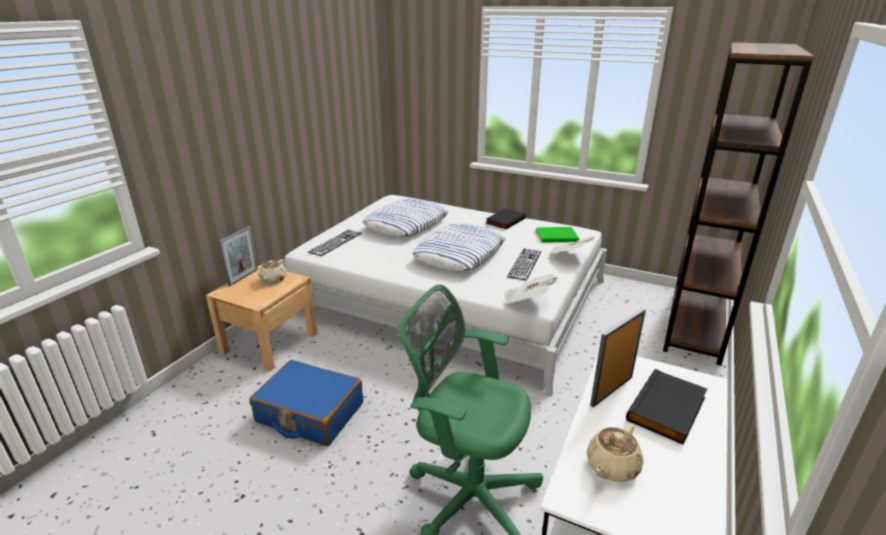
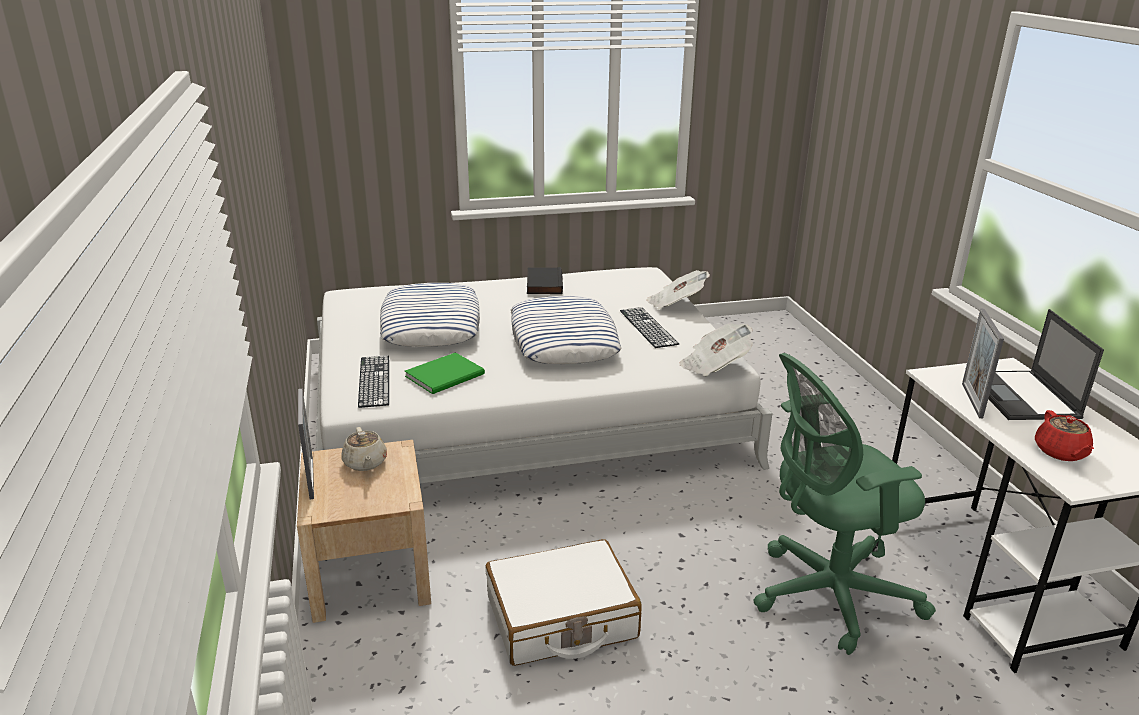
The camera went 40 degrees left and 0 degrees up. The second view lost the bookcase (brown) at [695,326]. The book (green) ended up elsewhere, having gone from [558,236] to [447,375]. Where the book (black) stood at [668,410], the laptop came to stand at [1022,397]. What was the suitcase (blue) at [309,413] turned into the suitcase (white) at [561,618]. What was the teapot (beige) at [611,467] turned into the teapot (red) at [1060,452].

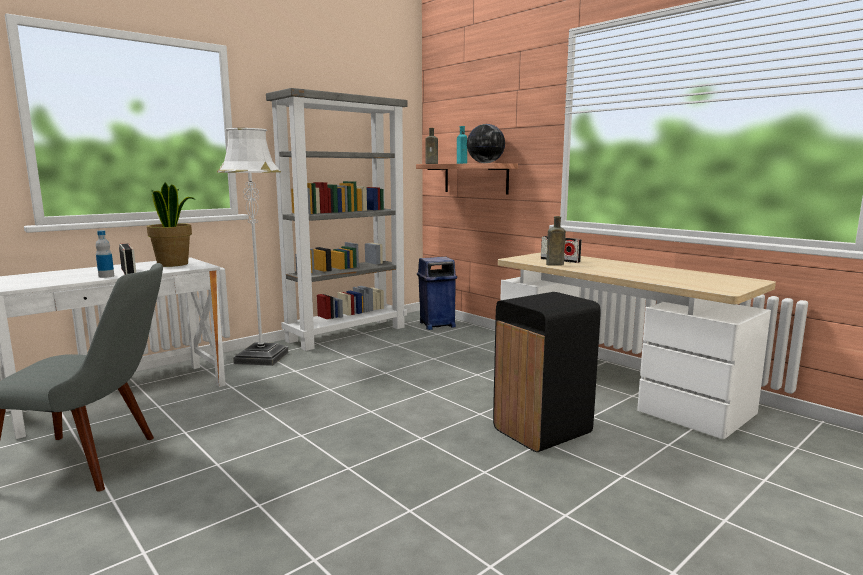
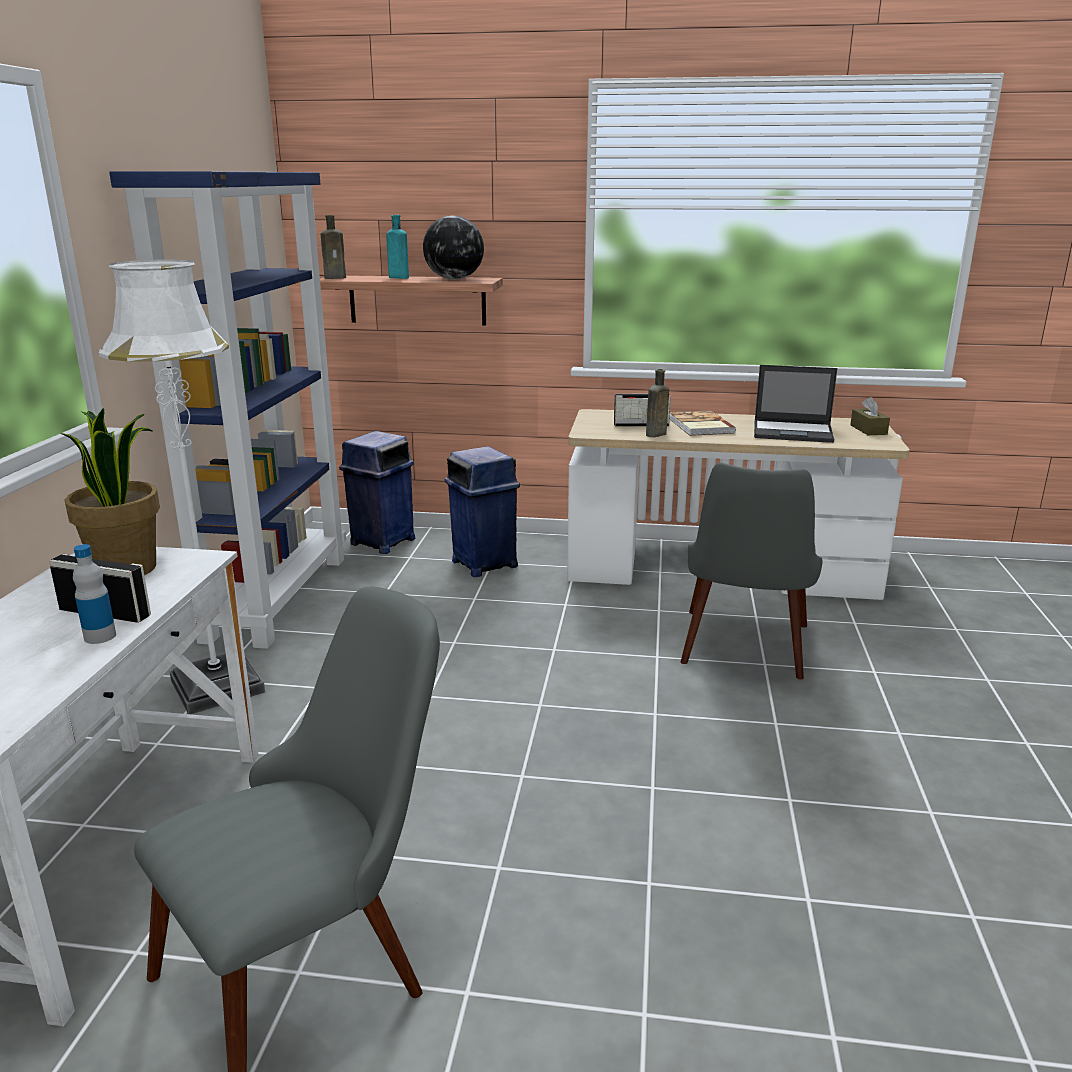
The camera went 40 degrees left and 10 degrees up. The second view gained the trash can (blue) at [484,563]. The second view gained the book at [699,426]. The second view gained the laptop at [793,432]. The second view gained the tissue box (brown) at [868,430]. Where the trash can (black) stood at [540,431], the chair (grey) came to stand at [743,653]. What was the bookcase (grey) at [347,333] turned into the bookcase (blue) at [276,596].

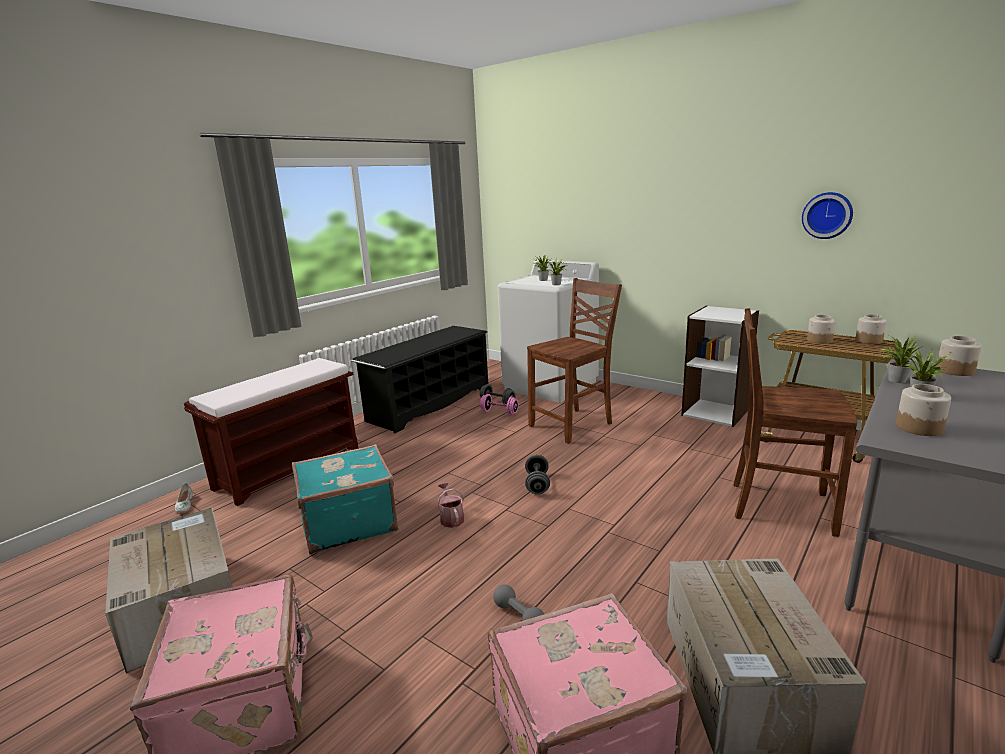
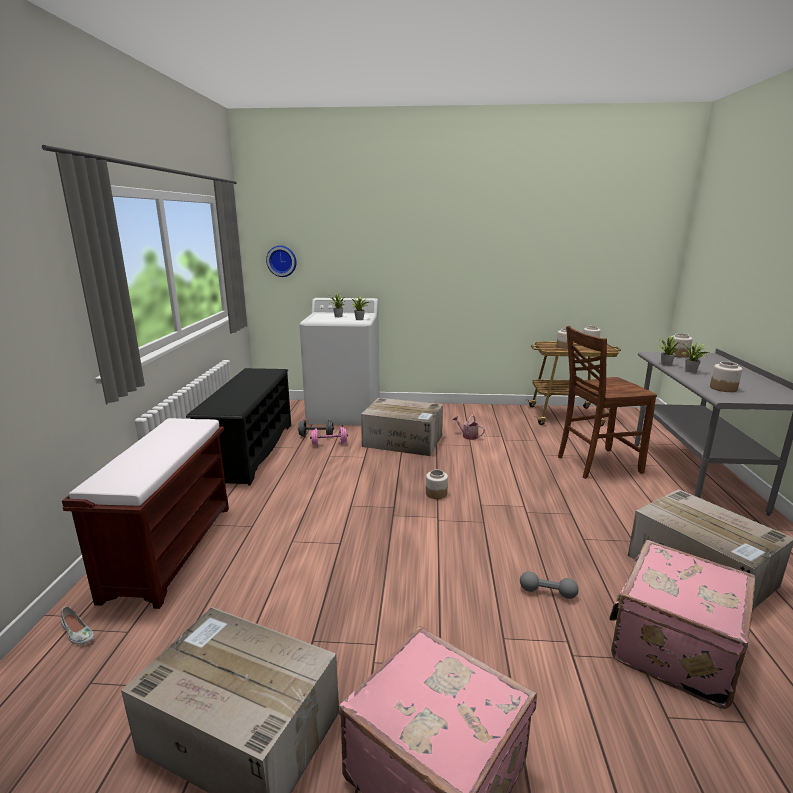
The camera went 35 degrees left and 0 degrees up. The second view lost the suitcase (turquoise) at [347,522]. The second view lost the bookcase (white) at [715,412]. The watering can ended up elsewhere, having gone from [451,518] to [468,436]. The wall clock ended up elsewhere, having gone from [827,215] to [282,261]. Where the dumbbell (grey) stood at [537,484], the jar came to stand at [436,493]. Where the chair (brown) stood at [573,425], the cardboard box came to stand at [404,441].

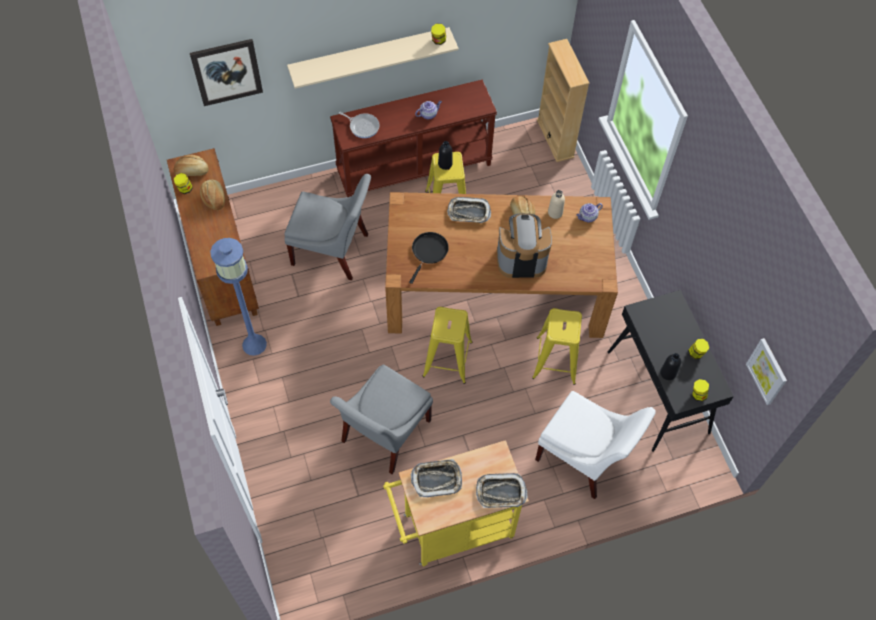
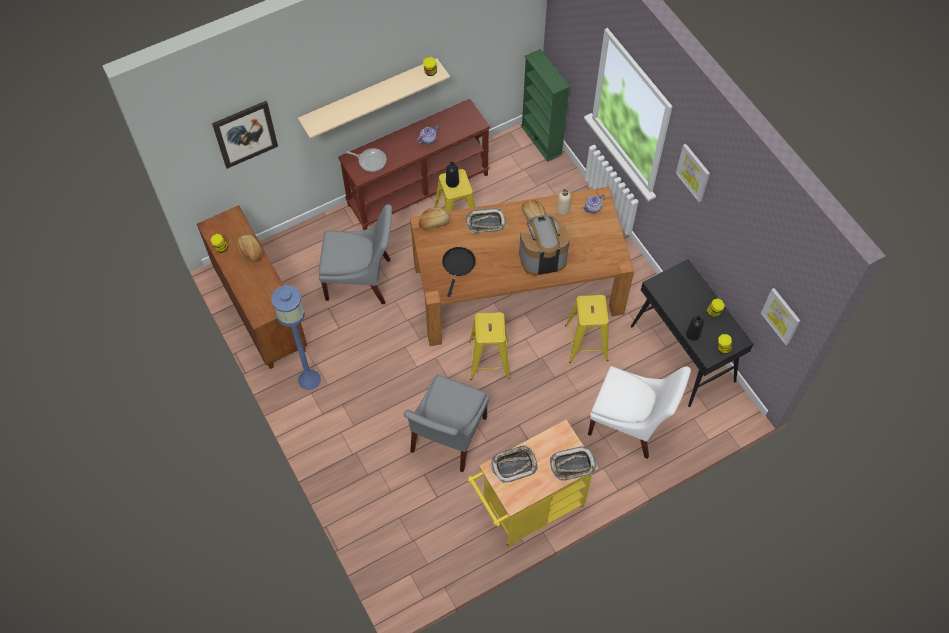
The camera went 10 degrees left and 0 degrees up. The second view gained the picture at [693,172]. The bread ended up elsewhere, having gone from [192,171] to [434,223]. What was the bookcase (beige) at [555,138] turned into the bookcase (green) at [541,140].

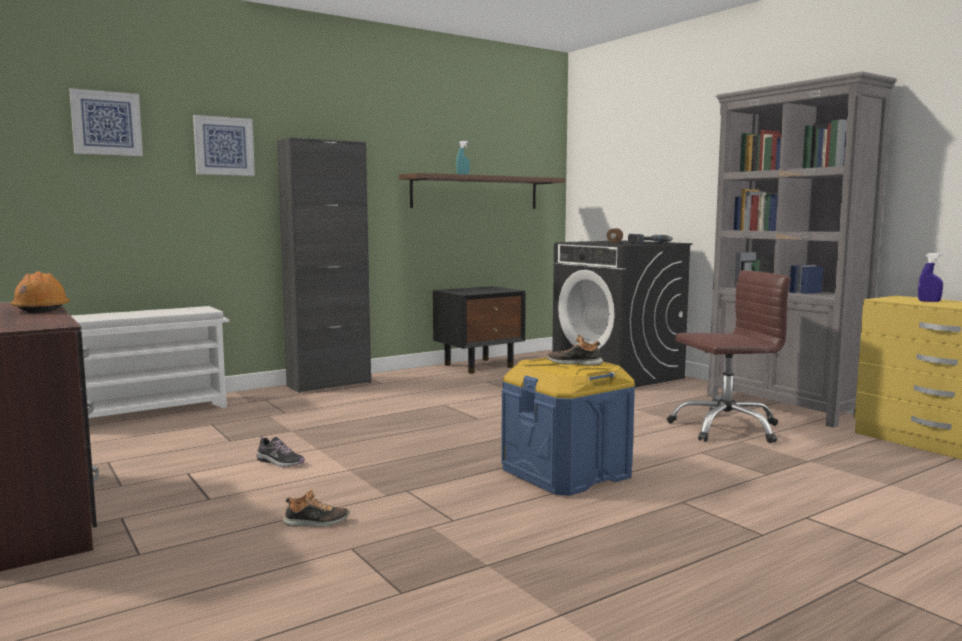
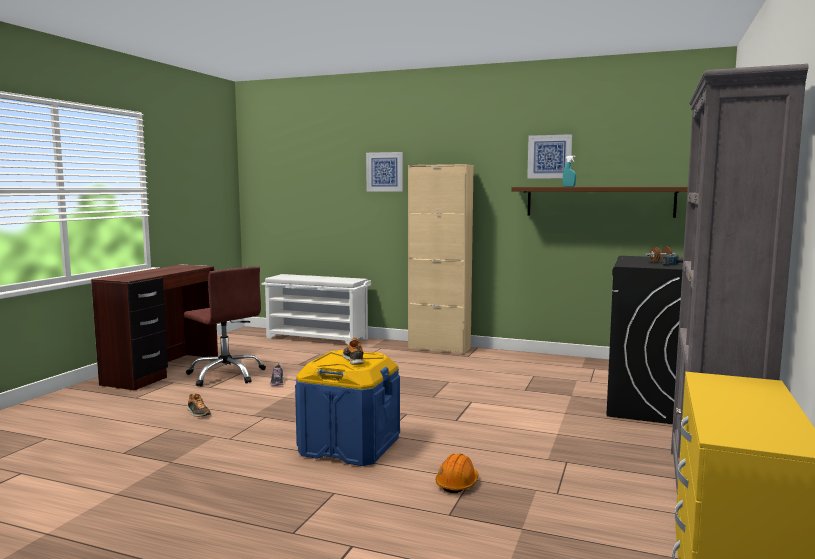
The camera went 55 degrees right and 0 degrees up. The second view lost the nightstand (black) at [479,366]. The second view lost the spray bottle (blue) at [929,301]. The hard hat (orange) ended up elsewhere, having gone from [41,310] to [457,483]. The picture ended up elsewhere, having gone from [106,123] to [549,156]. The office chair (brown) ended up elsewhere, having gone from [725,428] to [226,375]. What was the cabinet (black) at [329,384] turned into the cabinet (beige) at [439,348].

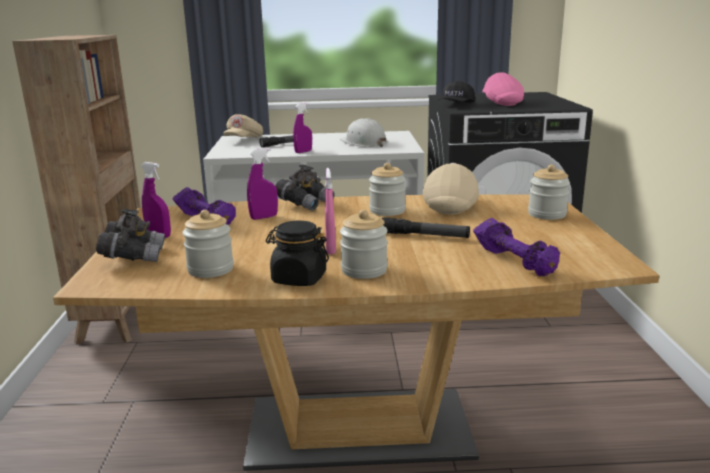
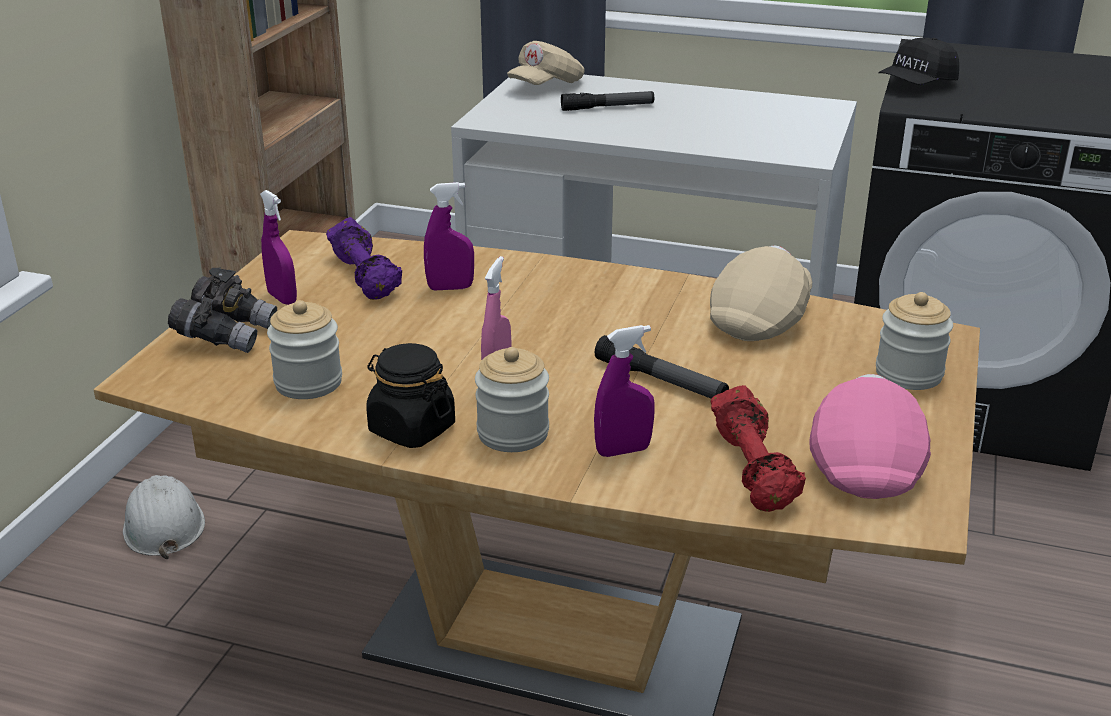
The camera went 20 degrees right and 10 degrees up. The second view lost the binoculars (grey) at [305,204]. The second view lost the jar at [387,211]. The spray bottle (purple) ended up elsewhere, having gone from [303,152] to [623,451]. The hard hat (white) ended up elsewhere, having gone from [364,142] to [163,525]. The cap (pink) ended up elsewhere, having gone from [501,102] to [865,463]. What was the dumbbell (purple) at [515,261] turned into the dumbbell (red) at [754,469].

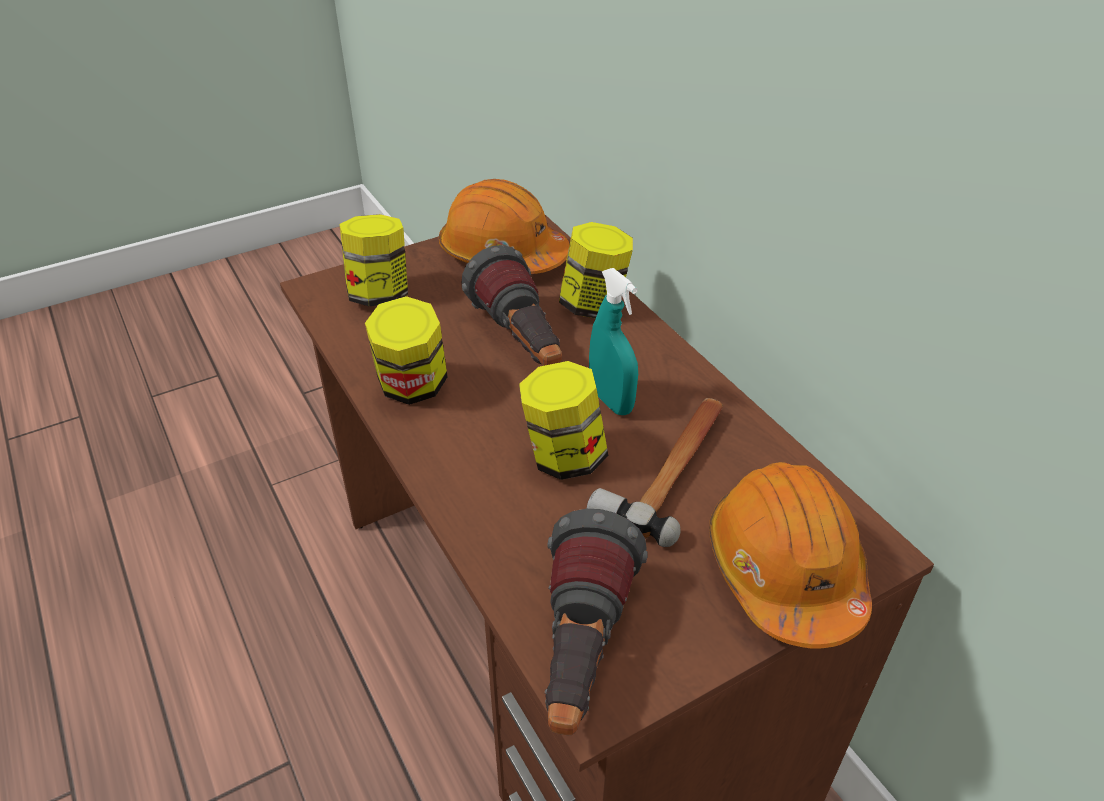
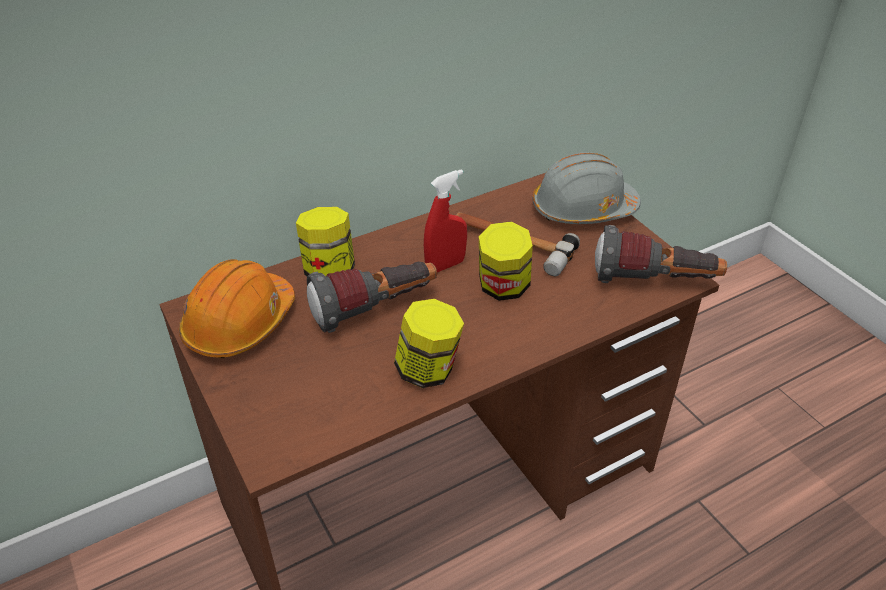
The camera went 90 degrees left and 0 degrees up. The second view lost the jar at [379,294]. What was the spray bottle (turquoise) at [611,401] turned into the spray bottle (red) at [445,265]. What was the hard hat (orange) at [784,570] turned into the hard hat (grey) at [583,209].

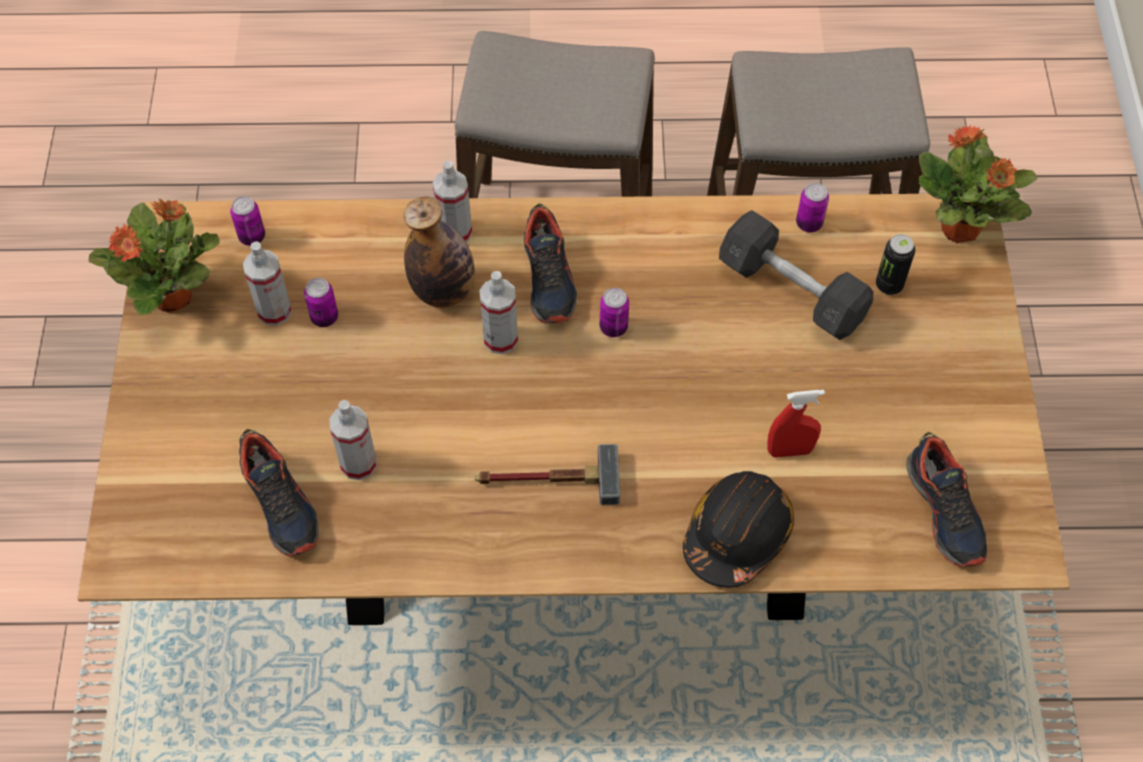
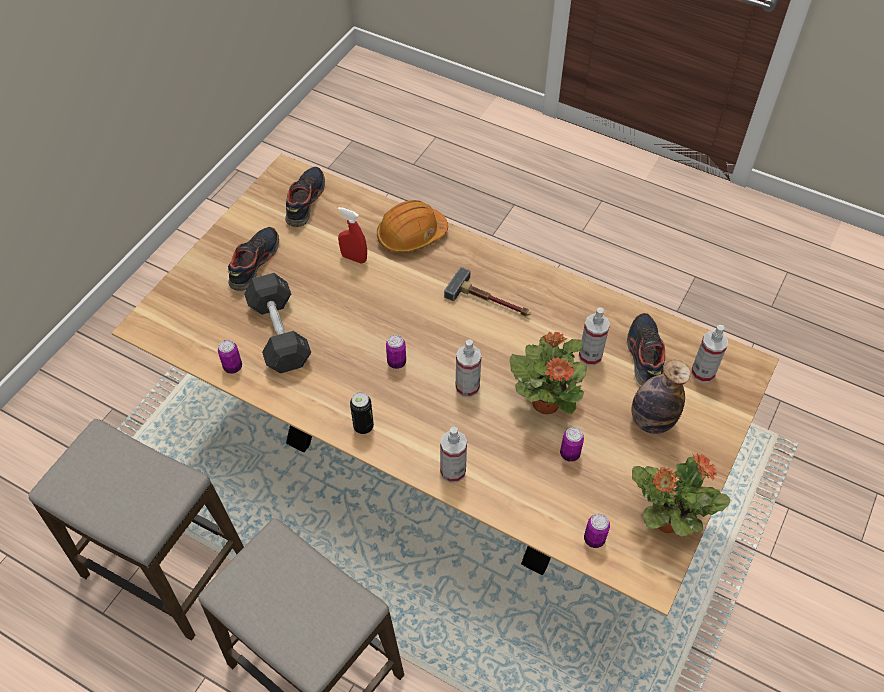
The camera went 150 degrees left and 5 degrees down. The spray bottle ended up elsewhere, having gone from [274,311] to [702,373]. The bottle ended up elsewhere, having gone from [443,290] to [651,421]. The shoe ended up elsewhere, having gone from [549,278] to [254,263]. The can ended up elsewhere, having gone from [889,285] to [363,426]. The potted plant ended up elsewhere, having gone from [960,229] to [546,402]. What was the hard hat (black) at [737,534] turned into the hard hat (orange) at [411,235].

